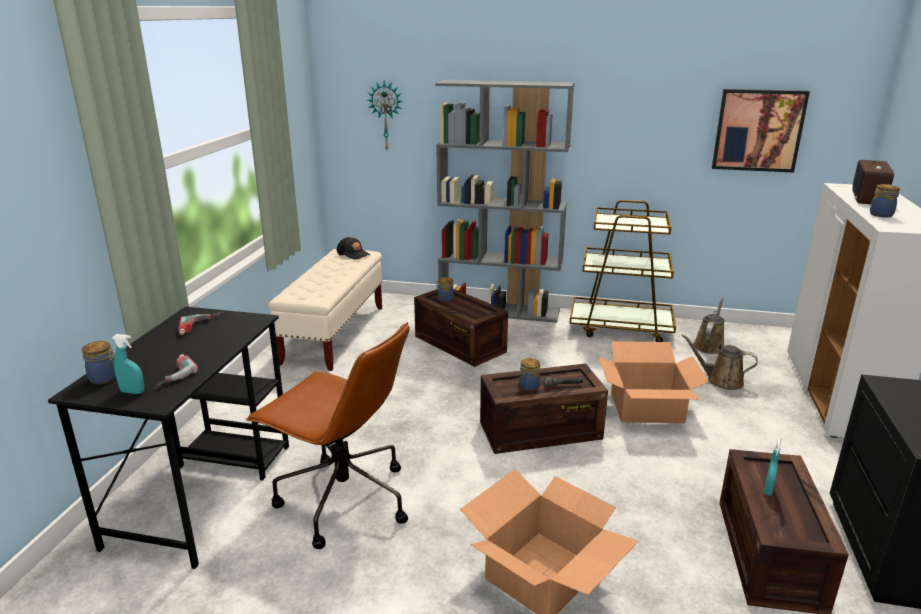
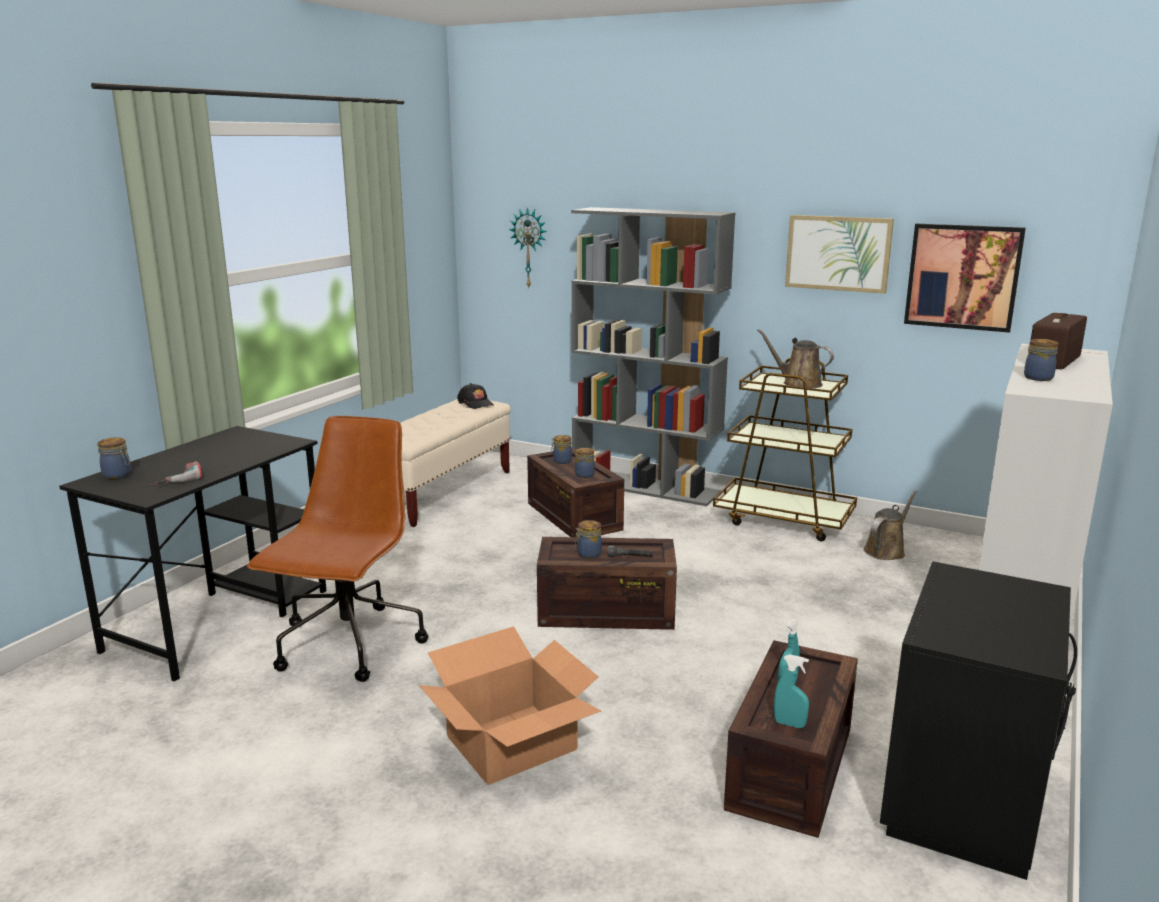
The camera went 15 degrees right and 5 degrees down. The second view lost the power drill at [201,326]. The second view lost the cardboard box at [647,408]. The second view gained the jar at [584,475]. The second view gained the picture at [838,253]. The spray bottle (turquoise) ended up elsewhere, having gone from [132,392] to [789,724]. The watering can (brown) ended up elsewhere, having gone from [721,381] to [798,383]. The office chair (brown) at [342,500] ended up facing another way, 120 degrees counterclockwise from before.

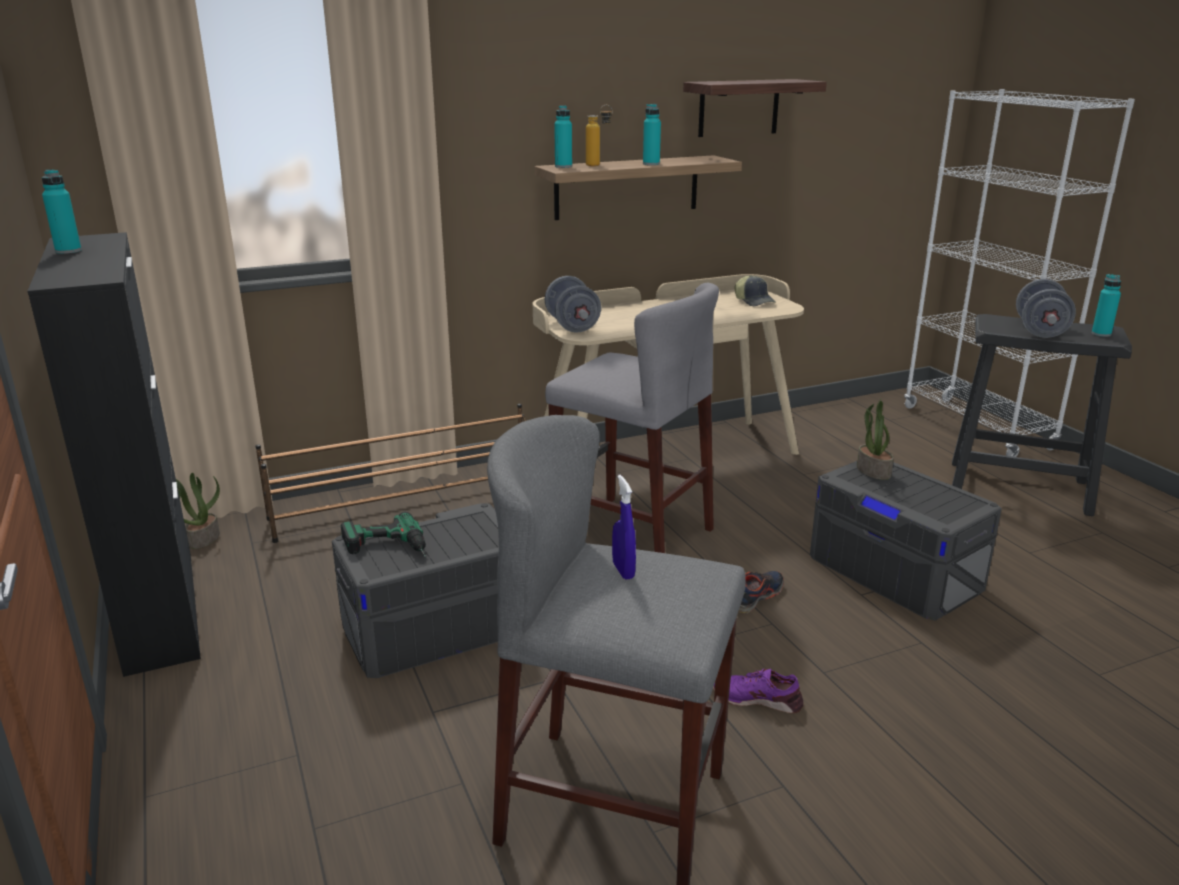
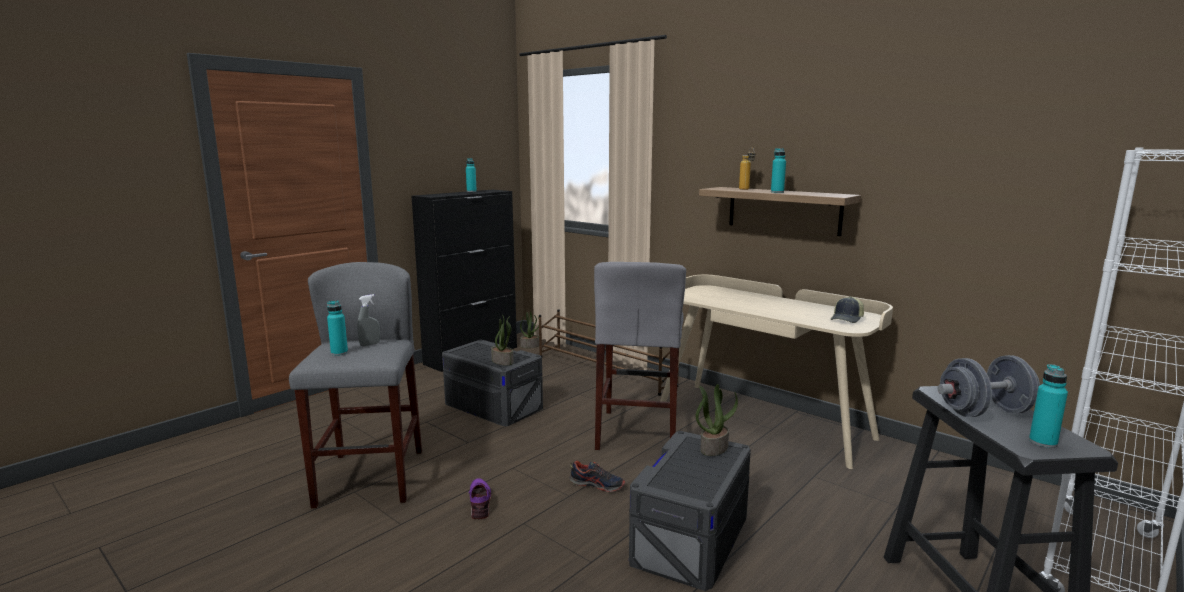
The camera went 65 degrees right and 10 degrees down. The second view lost the power drill at [387,549]. The second view lost the dumbbell (grey) at [572,326]. The second view lost the shelf at [738,108]. The second view gained the potted plant at [503,361]. The bottle (turquoise) ended up elsewhere, having gone from [563,166] to [339,353]. What was the spray bottle (blue) at [623,571] turned into the spray bottle (grey) at [370,344].

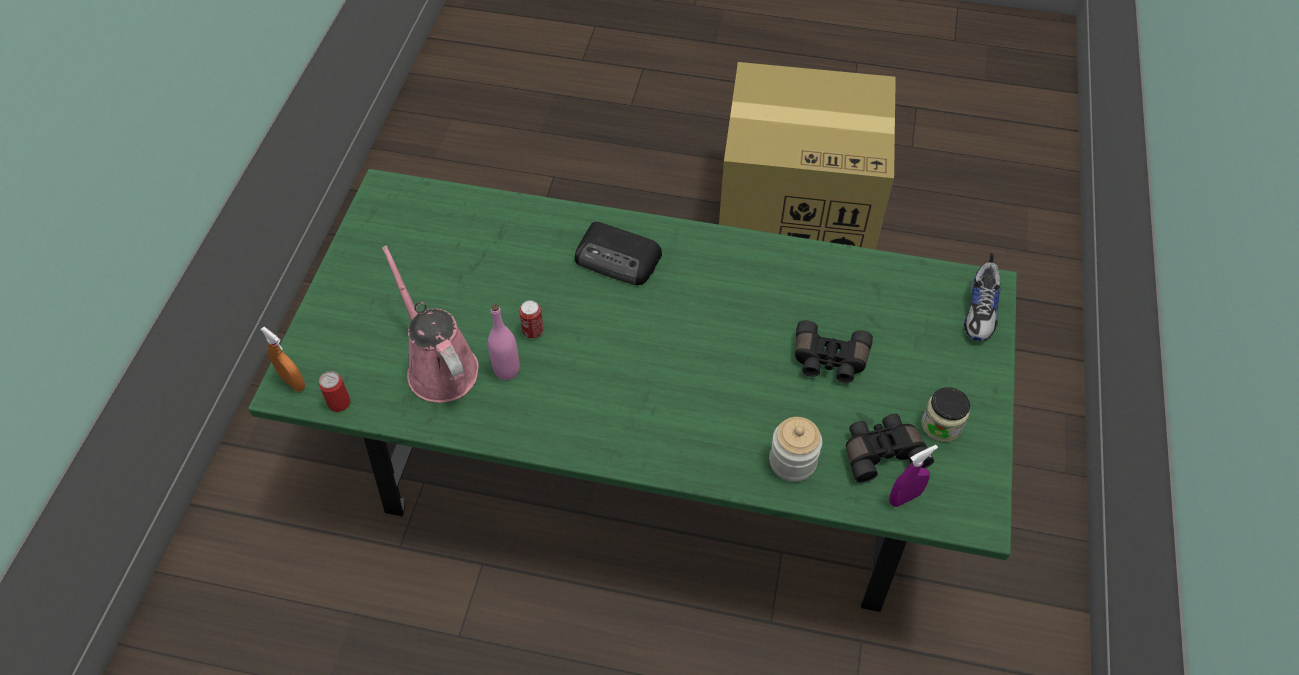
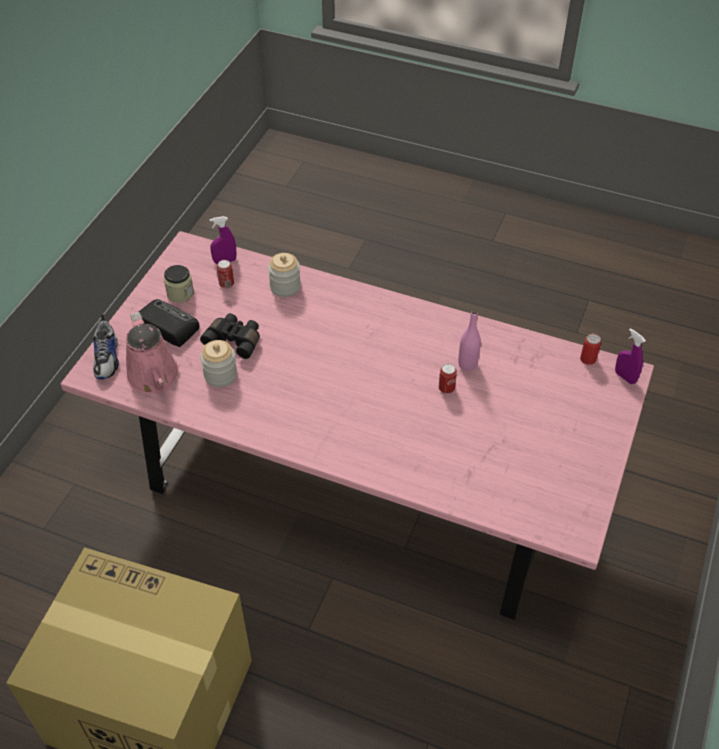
The camera went 170 degrees left and 5 degrees down. The second view gained the jar at [220,375]. The watering can (pink) ended up elsewhere, having gone from [439,366] to [154,378]. The radio ended up elsewhere, having gone from [619,259] to [166,325]. Where the binoculars (black) stood at [882,452], the can came to stand at [226,284]. What was the dining table (green) at [649,457] turned into the dining table (pink) at [359,481]. What was the spray bottle (orange) at [293,382] turned into the spray bottle (purple) at [625,377]. The shoe at [981,311] ended up facing another way, 150 degrees clockwise from before.

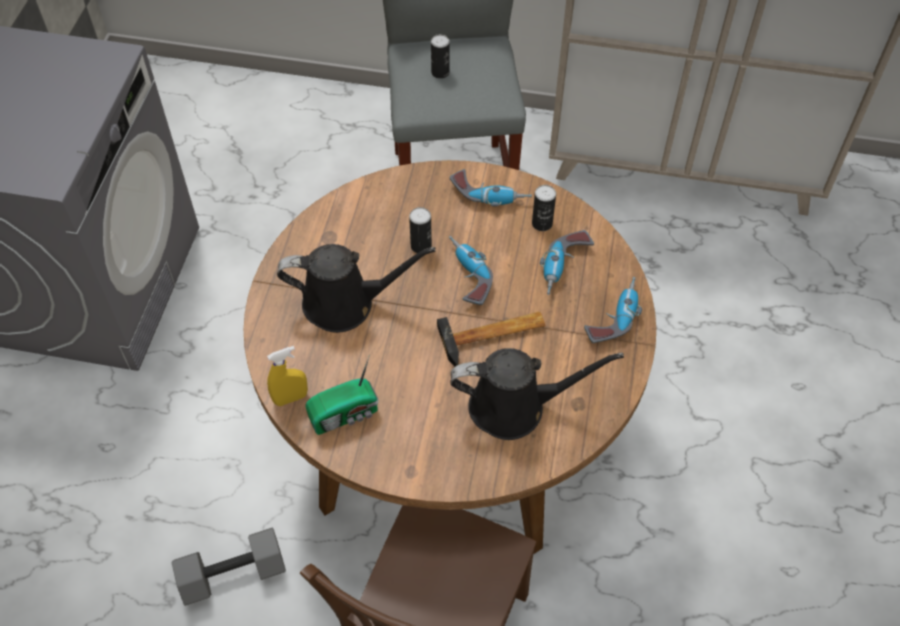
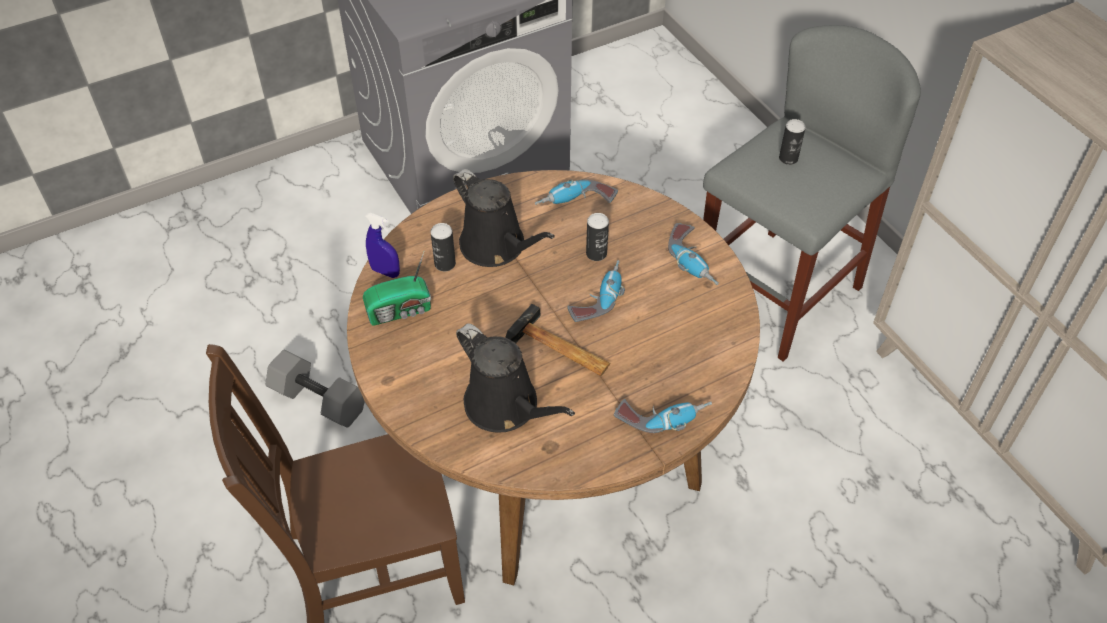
The camera went 50 degrees right and 5 degrees down. The can ended up elsewhere, having gone from [542,223] to [445,264]. The power drill ended up elsewhere, having gone from [564,268] to [576,203]. What was the spray bottle (yellow) at [290,398] turned into the spray bottle (blue) at [385,272]. The radio at [346,414] ended up facing another way, 45 degrees counterclockwise from before.

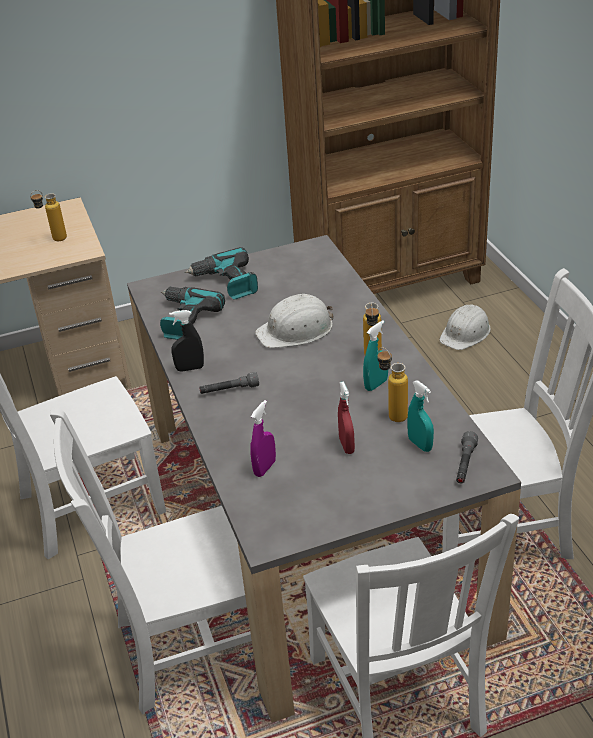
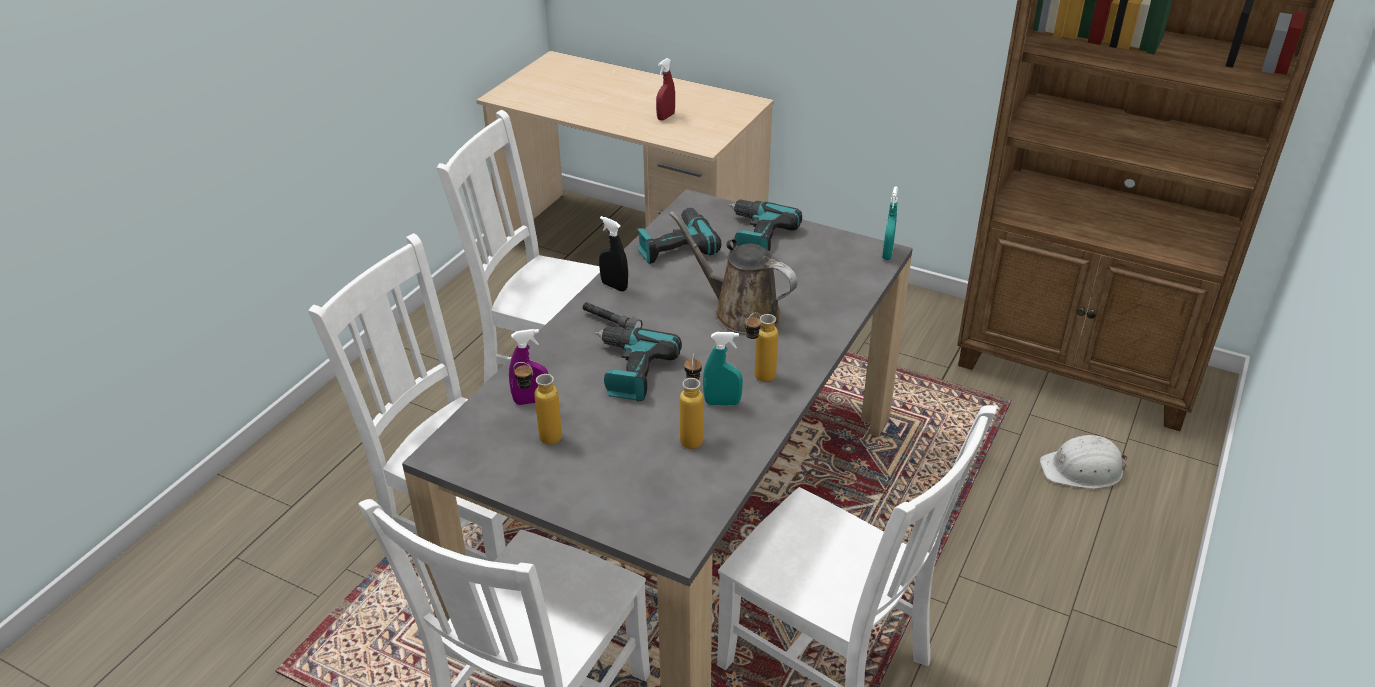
The camera went 45 degrees right and 0 degrees up. The second view lost the flashlight (grey) at [465,464]. The second view gained the power drill at [630,371]. The bottle ended up elsewhere, having gone from [54,240] to [541,436]. The spray bottle (red) ended up elsewhere, having gone from [346,446] to [666,117]. The spray bottle (turquoise) ended up elsewhere, having gone from [420,444] to [887,254]. Where the hard hat (white) stood at [296,330], the watering can (brown) came to stand at [741,312].

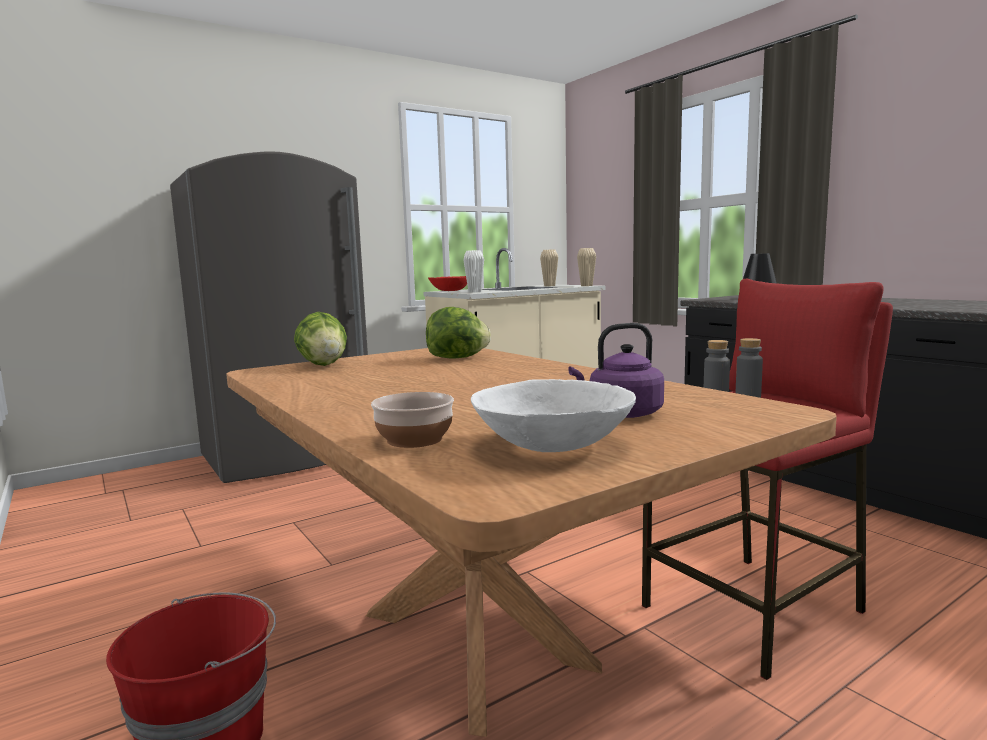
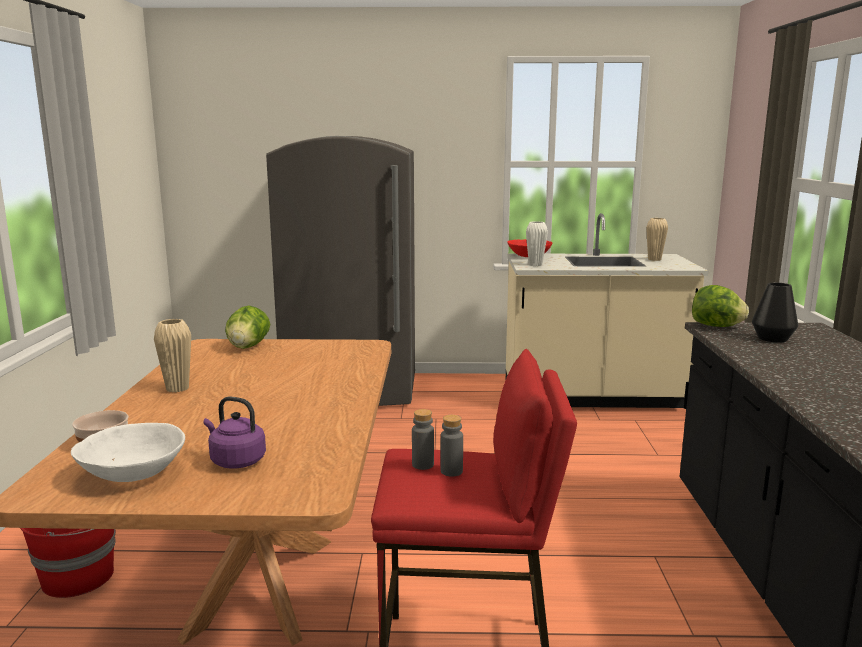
The camera went 35 degrees right and 5 degrees up. The lettuce ended up elsewhere, having gone from [457,358] to [716,326]. The vase (beige) ended up elsewhere, having gone from [586,286] to [177,388].

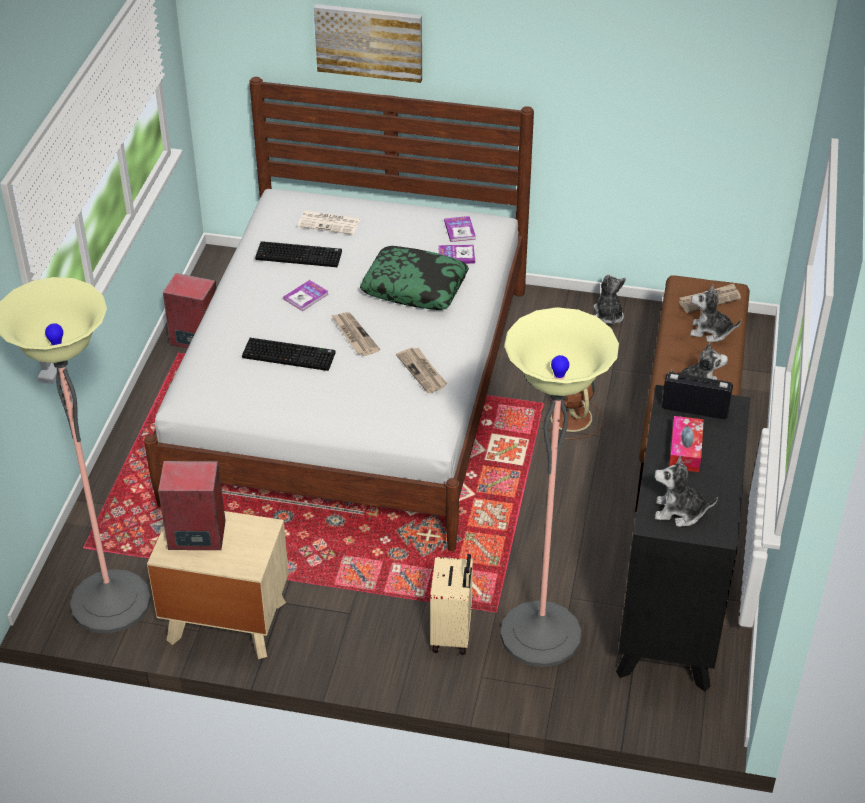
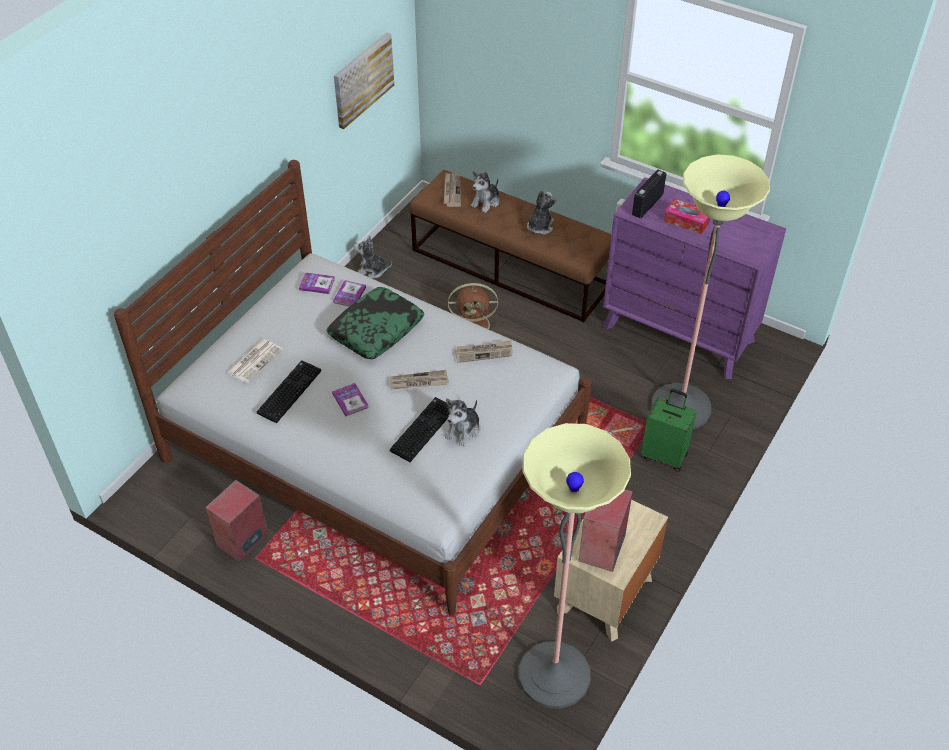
The camera went 70 degrees left and 5 degrees up. The picture ended up elsewhere, having gone from [369,42] to [362,79]. The plush toy ended up elsewhere, having gone from [679,512] to [463,430]. What was the suitcase (beige) at [452,634] turned into the suitcase (green) at [664,455]. What was the dresser (black) at [672,608] turned into the dresser (purple) at [679,333].

